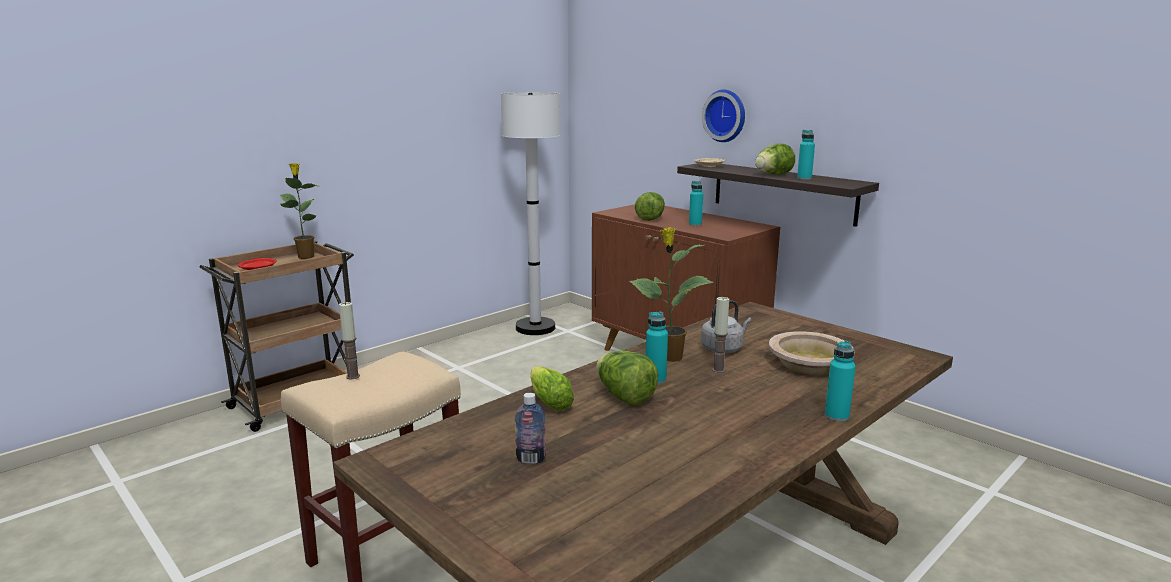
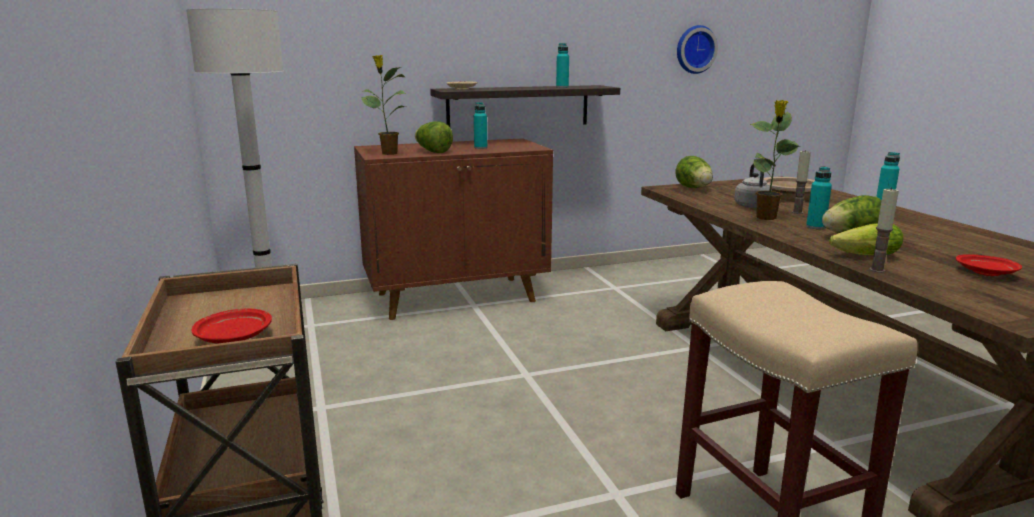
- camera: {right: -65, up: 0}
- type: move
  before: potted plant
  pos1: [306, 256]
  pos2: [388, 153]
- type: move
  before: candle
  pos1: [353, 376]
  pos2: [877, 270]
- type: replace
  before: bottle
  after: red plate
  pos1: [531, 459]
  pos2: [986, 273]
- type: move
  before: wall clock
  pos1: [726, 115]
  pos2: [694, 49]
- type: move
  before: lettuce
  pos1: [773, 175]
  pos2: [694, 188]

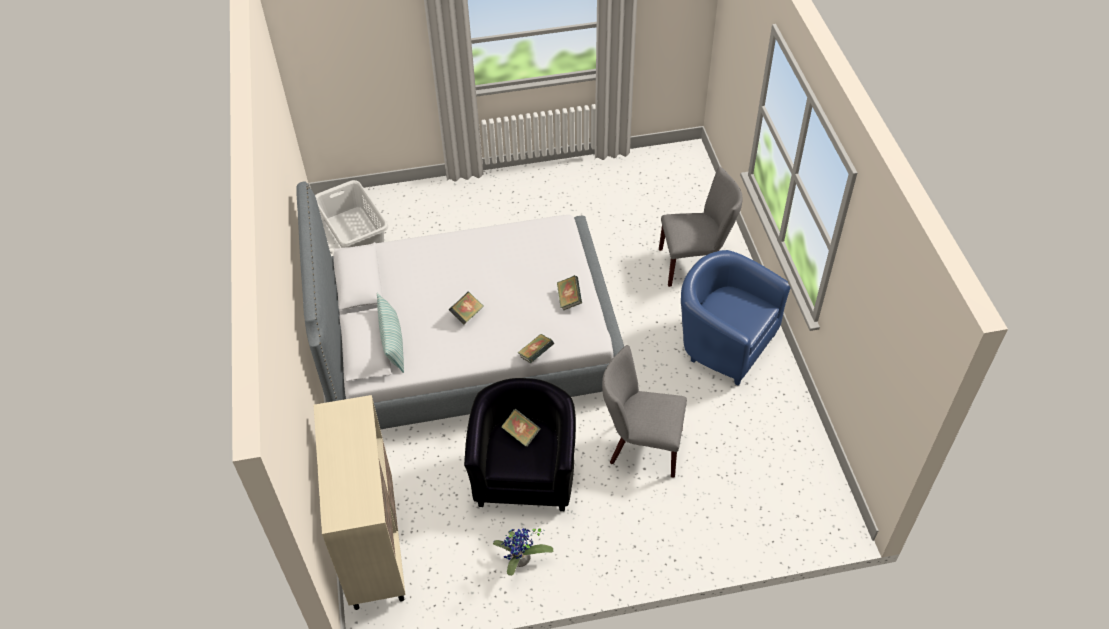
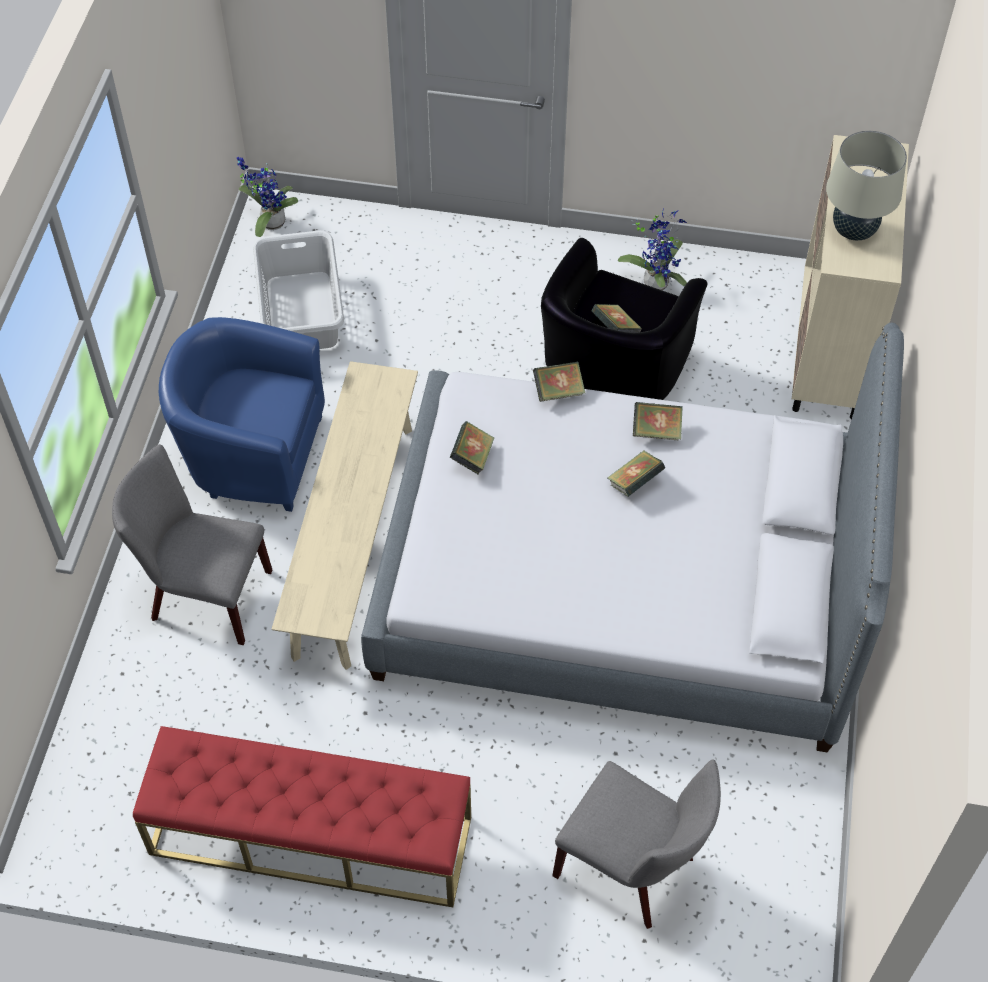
- camera: {right: -160, up: 5}
- type: move
  before: grey laundry basket
  pos1: [355, 232]
  pos2: [301, 313]
- type: delete
  before: pillow
  pos1: [393, 343]
- type: move
  before: grey chair
  pos1: [640, 446]
  pos2: [632, 869]
- type: rotate
  before: blue armchair
  pos1: [724, 343]
  pos2: [252, 454]
  turn: 135
- type: insert
  after: red bench
  pos2: [310, 836]
- type: insert
  after: potted plant
  pos2: [270, 222]
- type: insert
  after: beige bench
  pos2: [354, 539]
- type: insert
  after: book
  pos2: [656, 431]
- type: insert
  after: beige table lamp
  pos2: [853, 230]

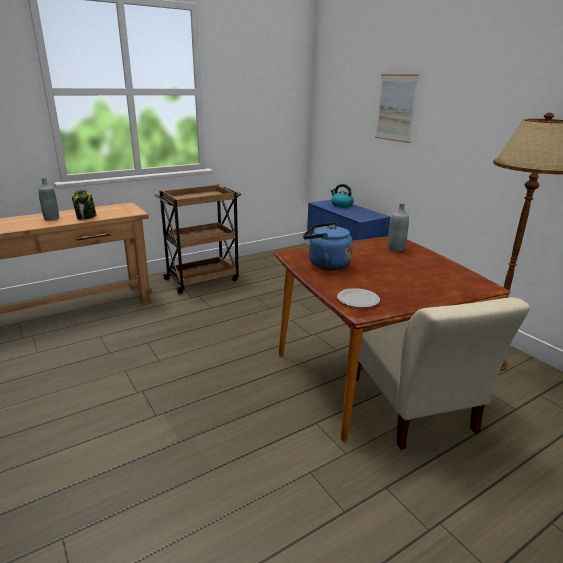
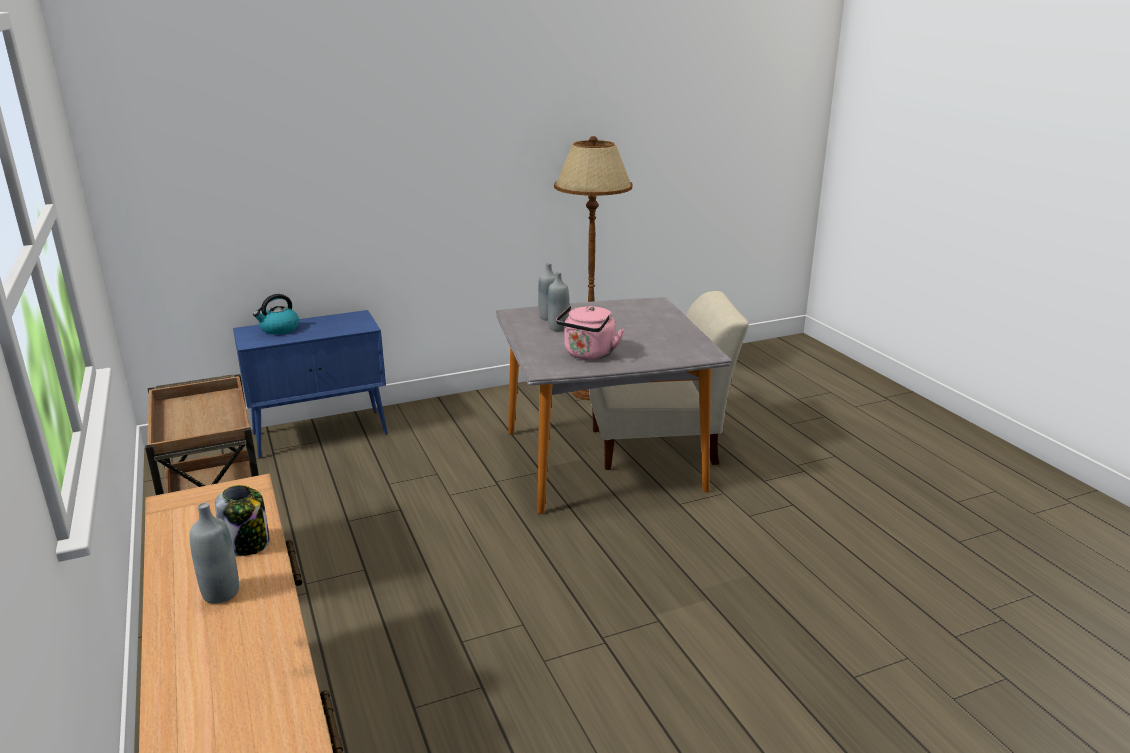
- camera: {right: -80, up: 0}
- type: recolor
  before: brown dining table
  after: grey dining table
  pos1: [368, 377]
  pos2: [603, 460]
- type: recolor
  before: blue kettle
  after: pink kettle
  pos1: [326, 264]
  pos2: [588, 354]
- type: delete
  before: plate
  pos1: [358, 299]
- type: delete
  before: picture
  pos1: [396, 108]
- type: insert
  after: grey bottle
  pos2: [558, 328]

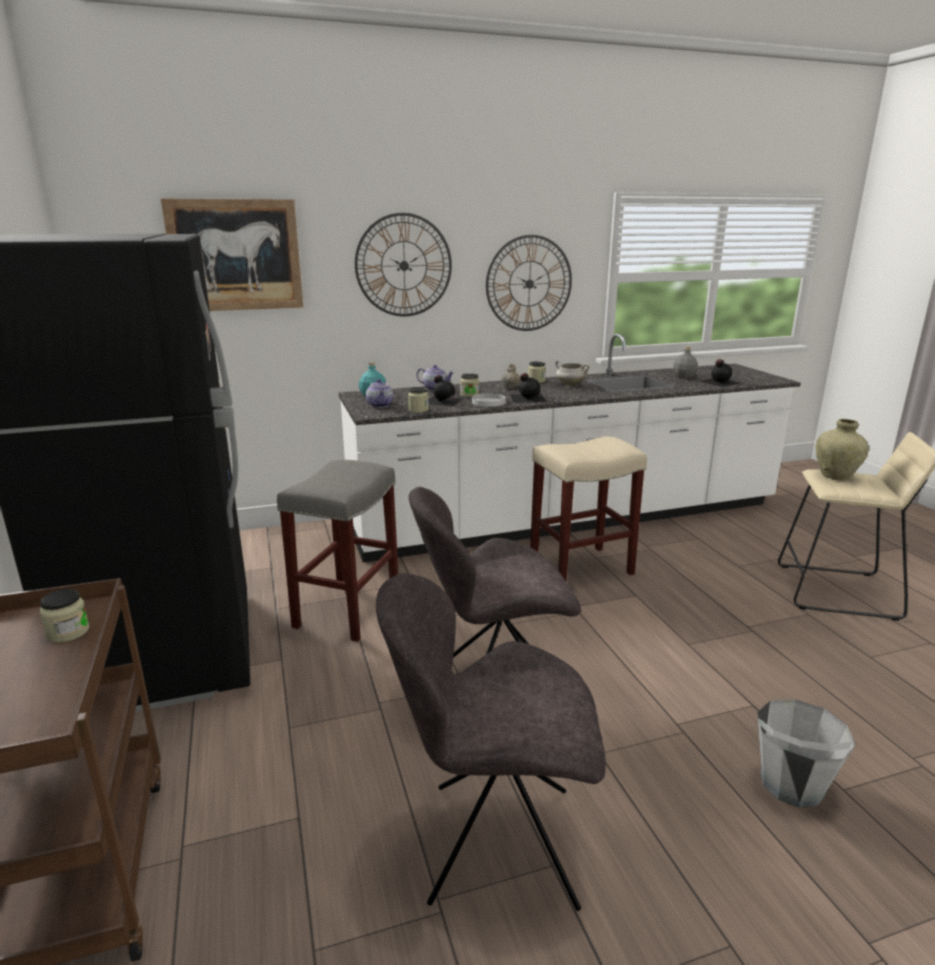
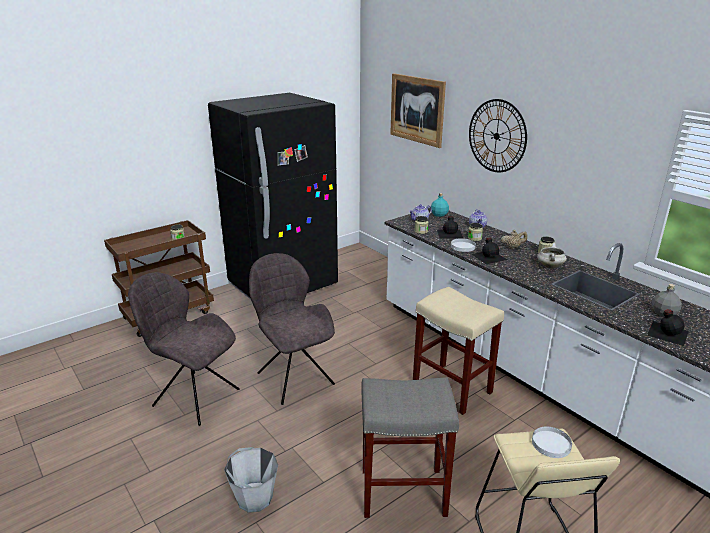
- camera: {right: 70, up: 5}
- type: move
  before: grey stool
  pos1: [347, 609]
  pos2: [404, 491]
- type: rotate
  before: grey chair
  pos1: [494, 842]
  pos2: [194, 396]
  turn: -45
- type: delete
  before: wall clock
  pos1: [529, 283]
- type: replace
  before: beige vase
  after: white plate
  pos1: [835, 476]
  pos2: [551, 444]

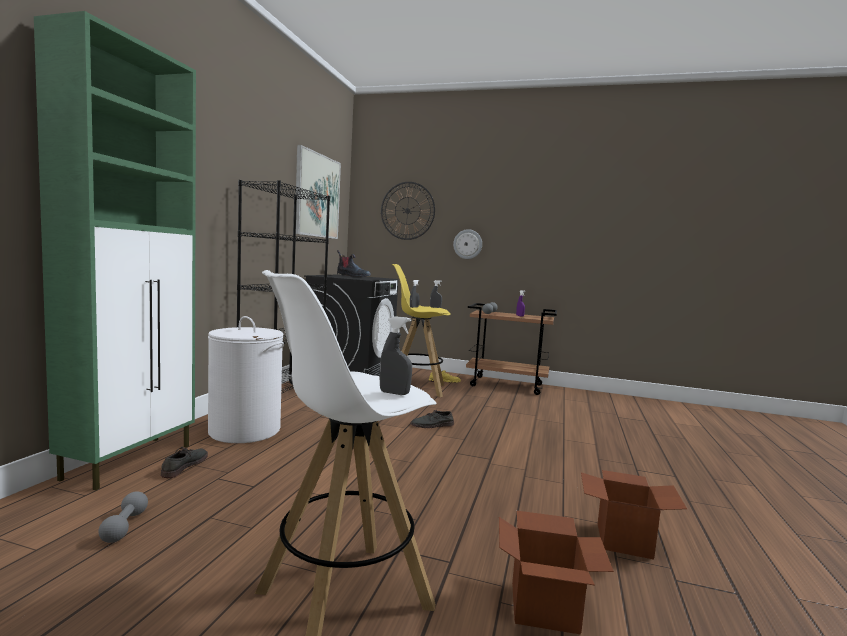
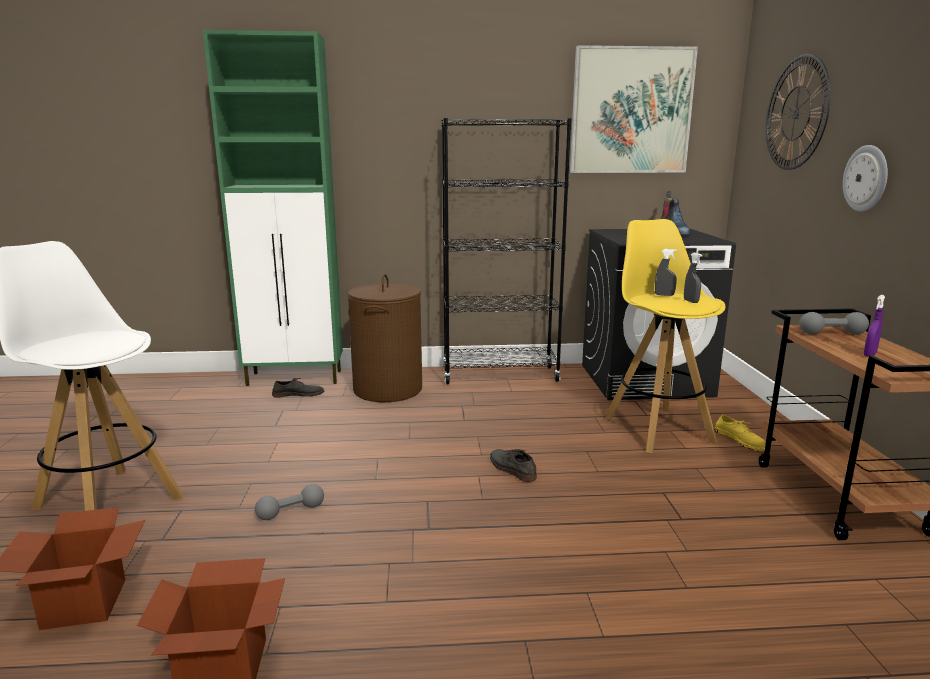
- camera: {right: 70, up: 10}
- type: move
  before: grey dumbbell
  pos1: [124, 526]
  pos2: [291, 512]
- type: recolor
  before: white laundry basket
  after: brown laundry basket
  pos1: [245, 430]
  pos2: [388, 389]
- type: delete
  before: grey spray bottle
  pos1: [394, 393]

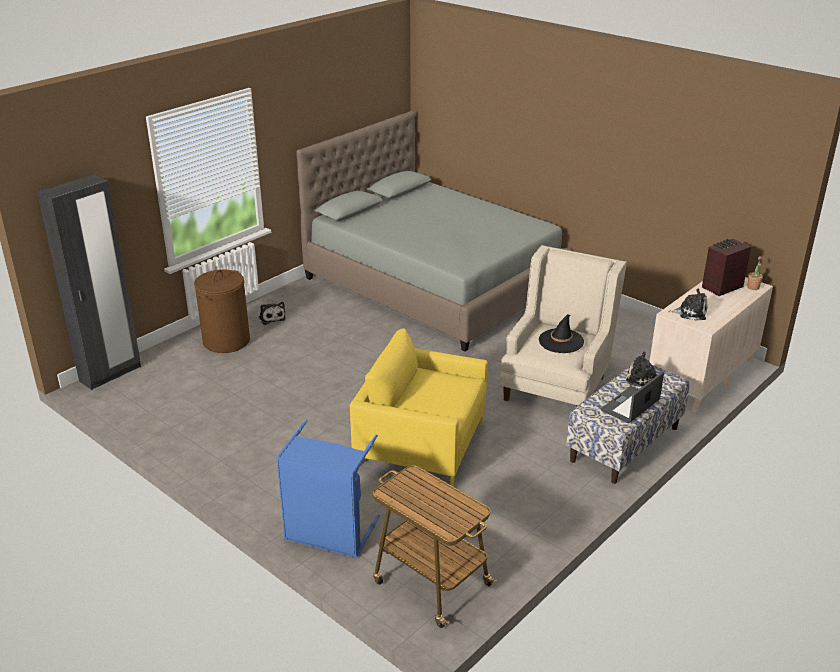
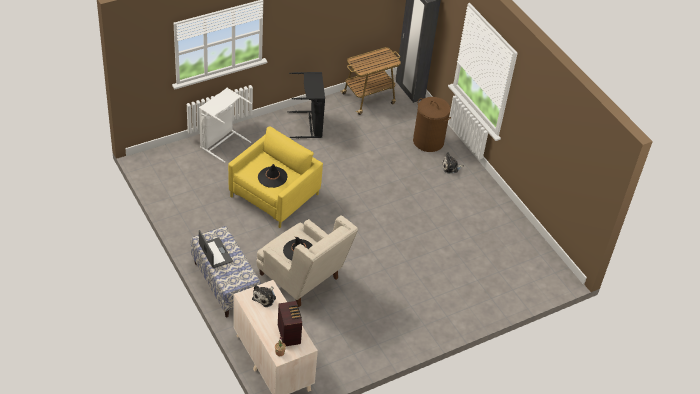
- camera: {right: 105, up: 15}
- type: recolor
  before: blue laundry basket
  after: white laundry basket
  pos1: [328, 535]
  pos2: [222, 142]
- type: delete
  before: grey bed
  pos1: [434, 283]
- type: move
  before: cart
  pos1: [430, 582]
  pos2: [369, 98]
- type: delete
  before: plush toy
  pos1: [643, 380]
- type: insert
  after: black hat
  pos2: [272, 177]
- type: insert
  after: black laundry basket
  pos2: [309, 125]

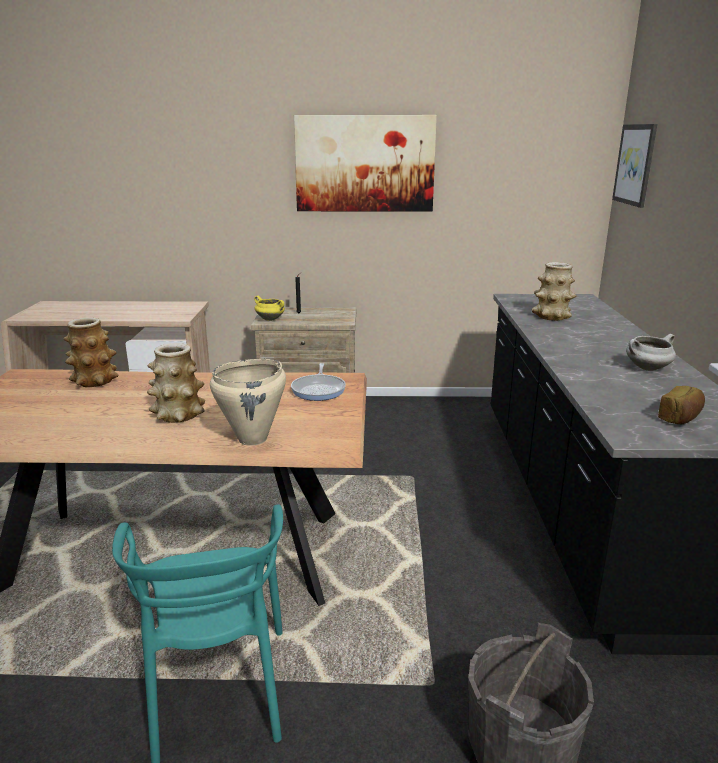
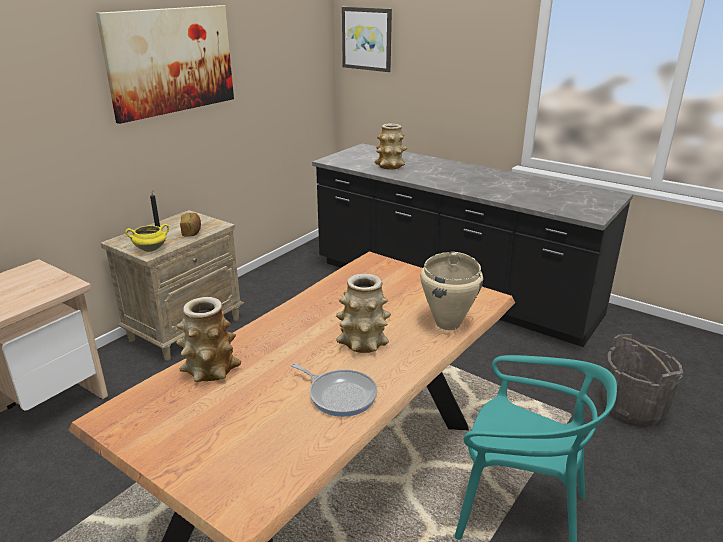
- camera: {right: -55, up: 5}
- type: move
  before: frying pan
  pos1: [319, 390]
  pos2: [340, 395]
- type: delete
  before: white cooking pot
  pos1: [647, 368]
- type: move
  before: bread
  pos1: [680, 418]
  pos2: [192, 232]

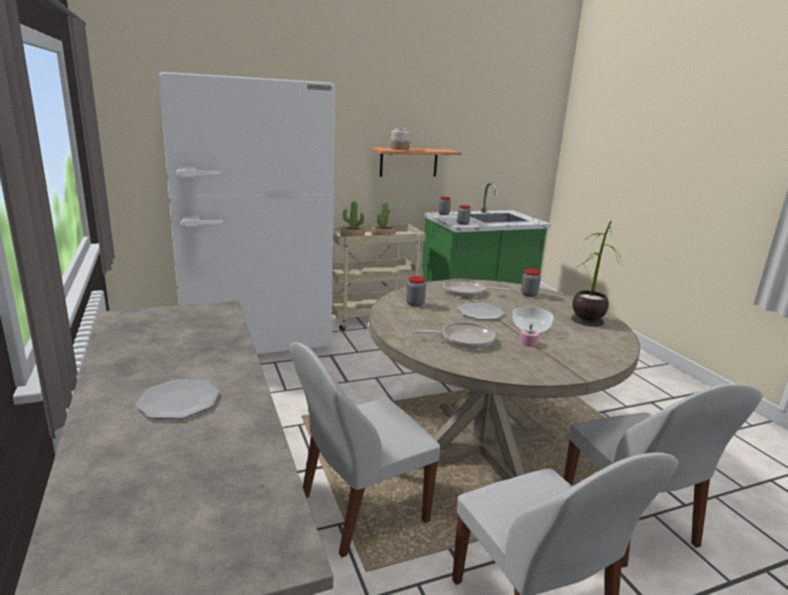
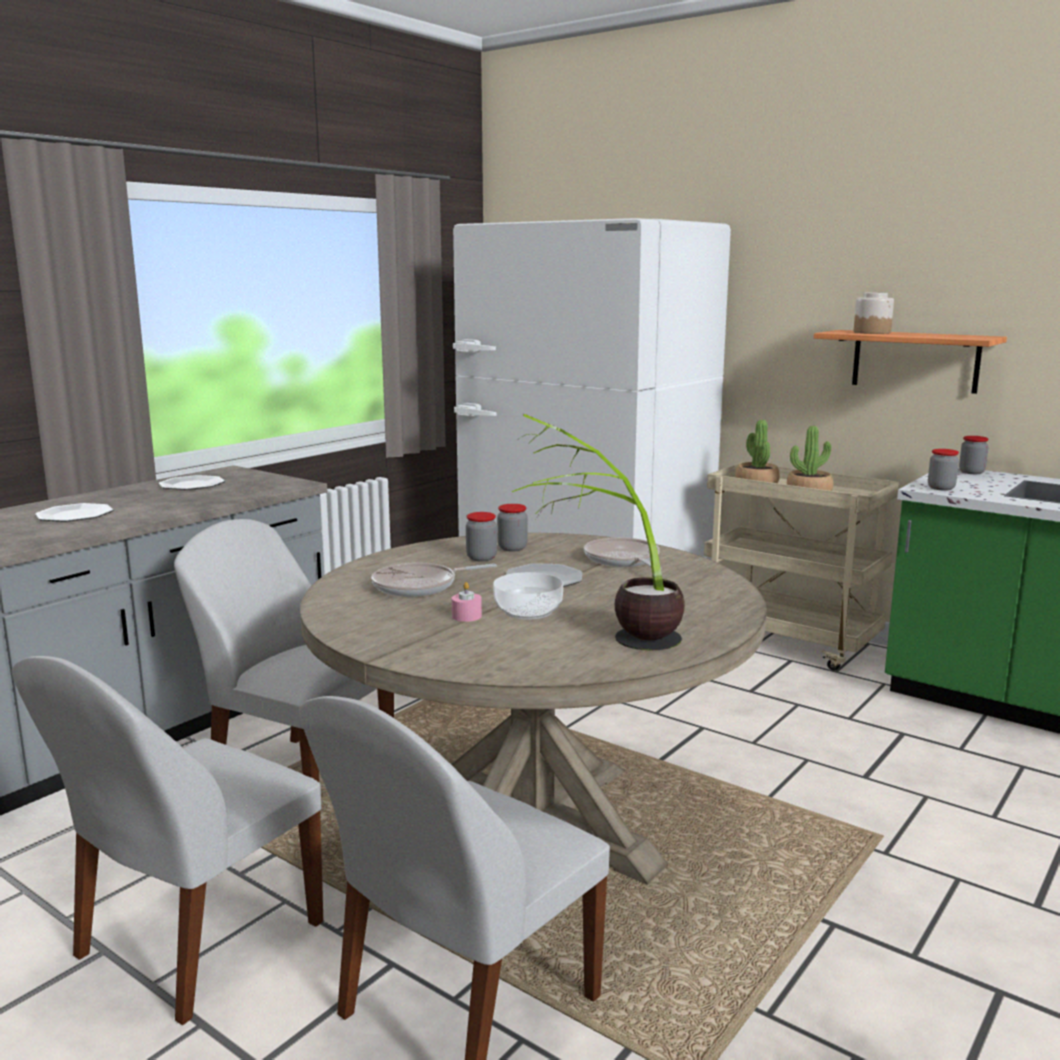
- camera: {right: 60, up: -5}
- type: rotate
  before: frying pan
  pos1: [463, 339]
  pos2: [420, 586]
  turn: 105
- type: move
  before: jar
  pos1: [529, 294]
  pos2: [481, 558]
- type: insert
  after: plate
  pos2: [192, 485]

